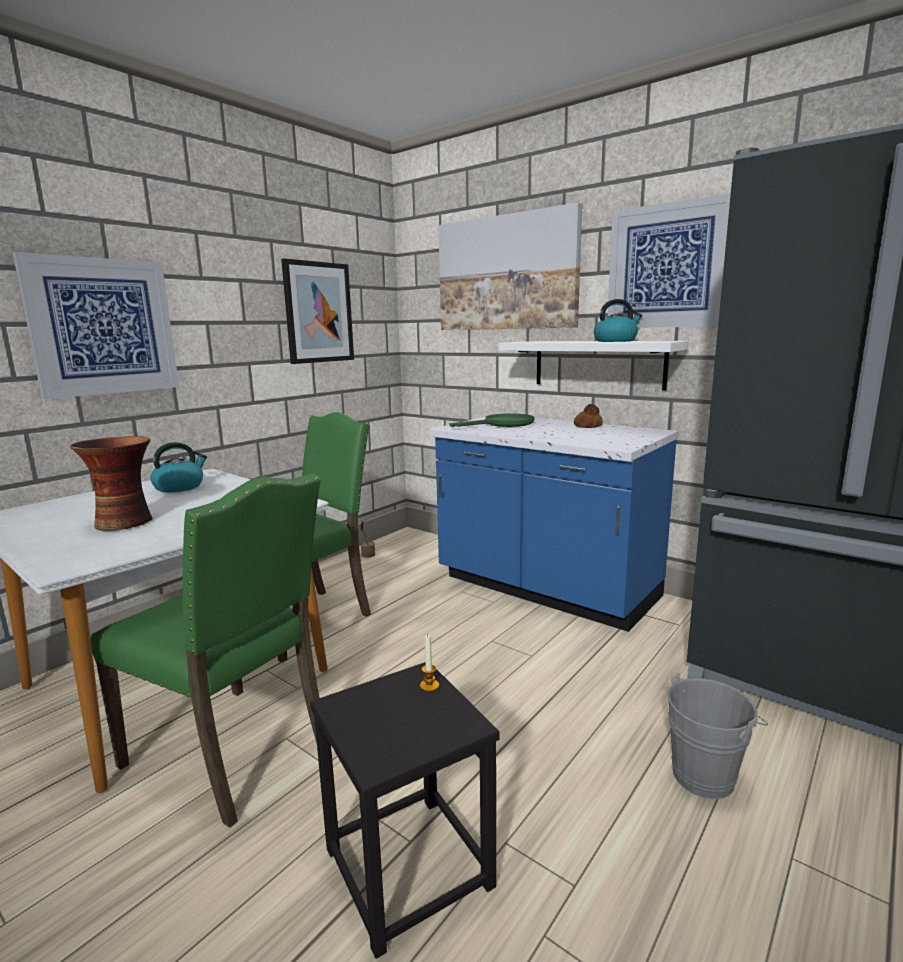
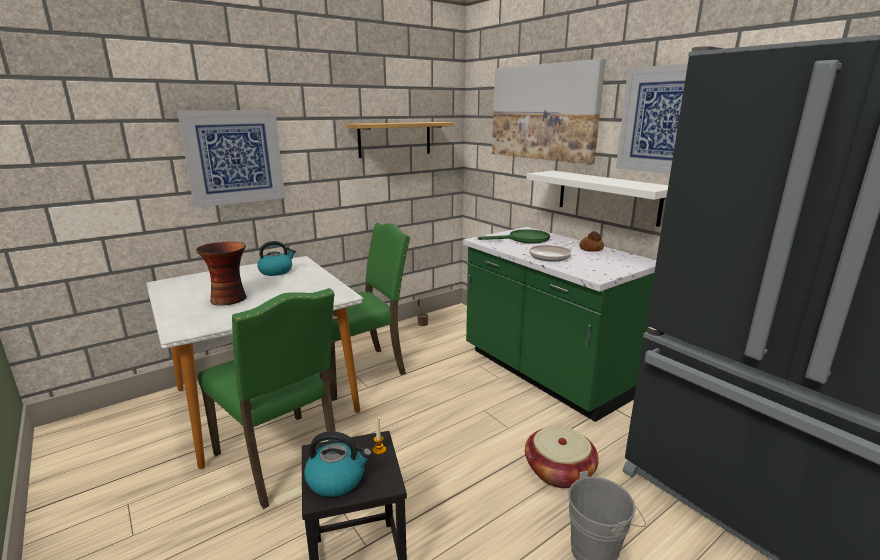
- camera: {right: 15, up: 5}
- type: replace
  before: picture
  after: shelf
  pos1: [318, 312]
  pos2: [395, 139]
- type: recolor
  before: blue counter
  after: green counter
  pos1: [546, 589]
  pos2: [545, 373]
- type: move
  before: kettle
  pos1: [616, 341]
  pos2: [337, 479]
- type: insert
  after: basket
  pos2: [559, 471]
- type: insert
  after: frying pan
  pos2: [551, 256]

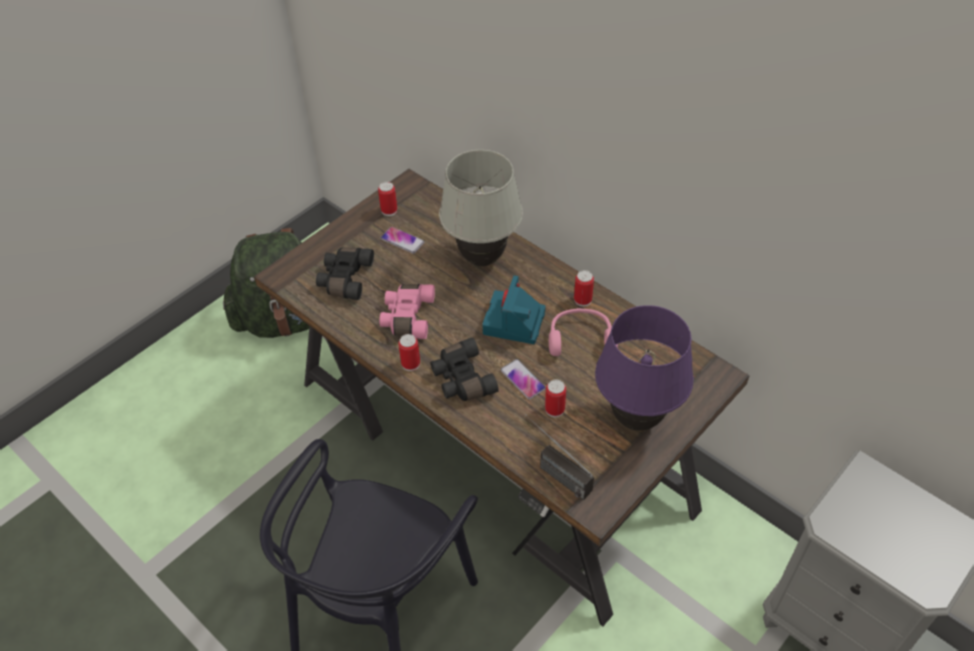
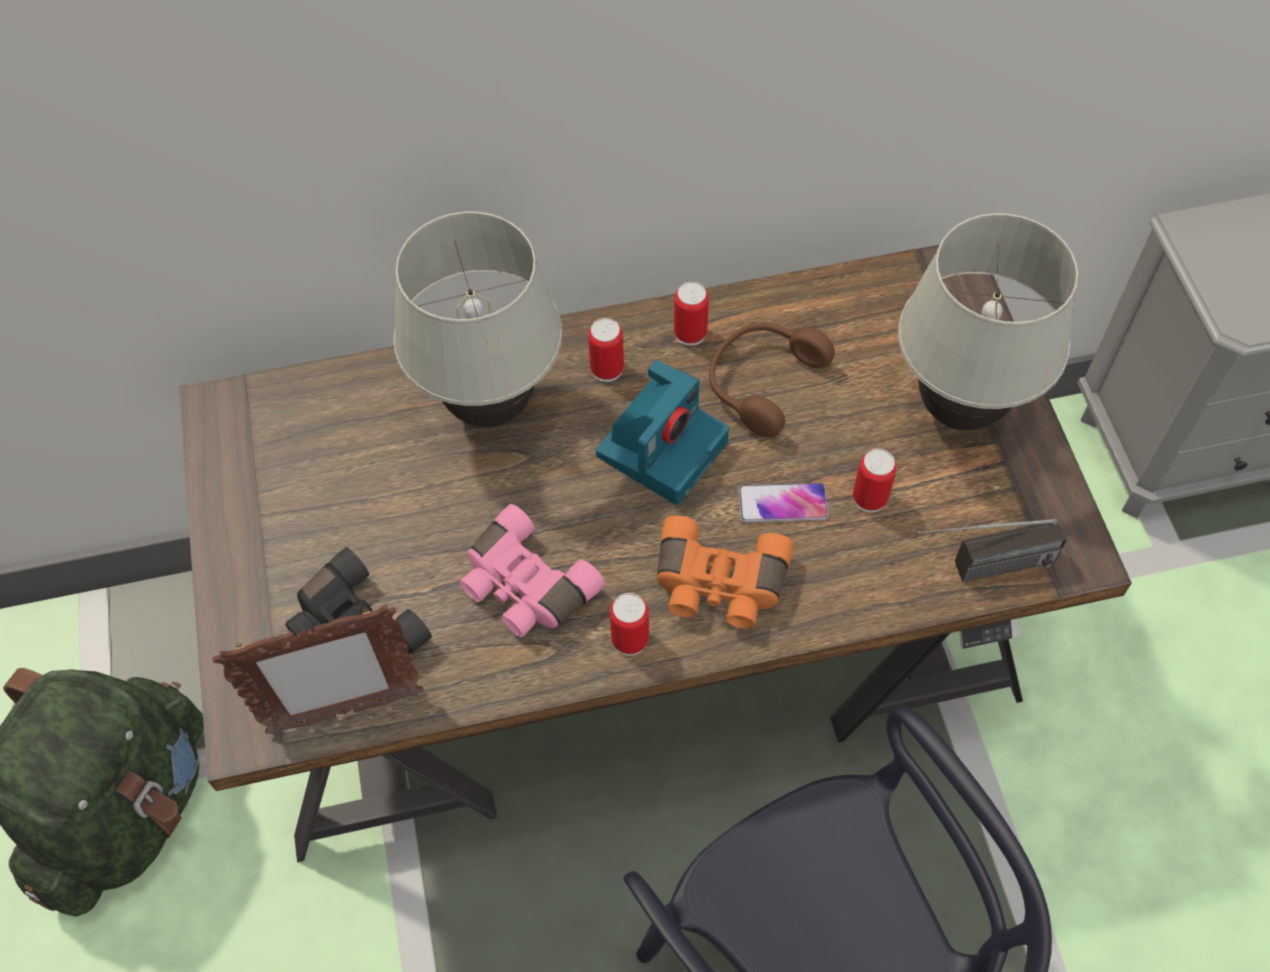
- camera: {right: -55, up: 10}
- type: move
  before: can
  pos1: [389, 210]
  pos2: [607, 369]
- type: delete
  before: phone
  pos1: [402, 240]
- type: recolor
  before: black binoculars
  after: orange binoculars
  pos1: [461, 379]
  pos2: [718, 585]
- type: rotate
  before: photo camera
  pos1: [514, 323]
  pos2: [662, 446]
  turn: -105
- type: recolor
  before: pink headphones
  after: brown headphones
  pos1: [580, 338]
  pos2: [761, 382]
- type: recolor
  before: purple table lamp
  after: white table lamp
  pos1: [636, 418]
  pos2: [958, 410]
- type: insert
  after: picture frame
  pos2: [344, 712]

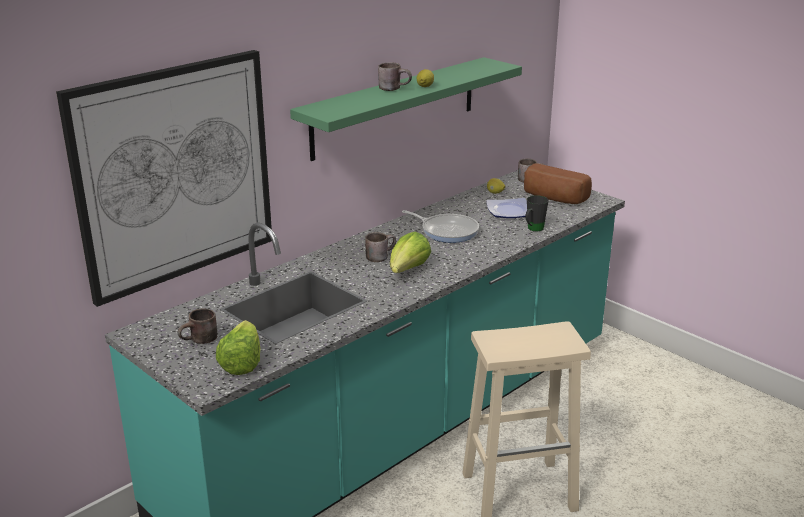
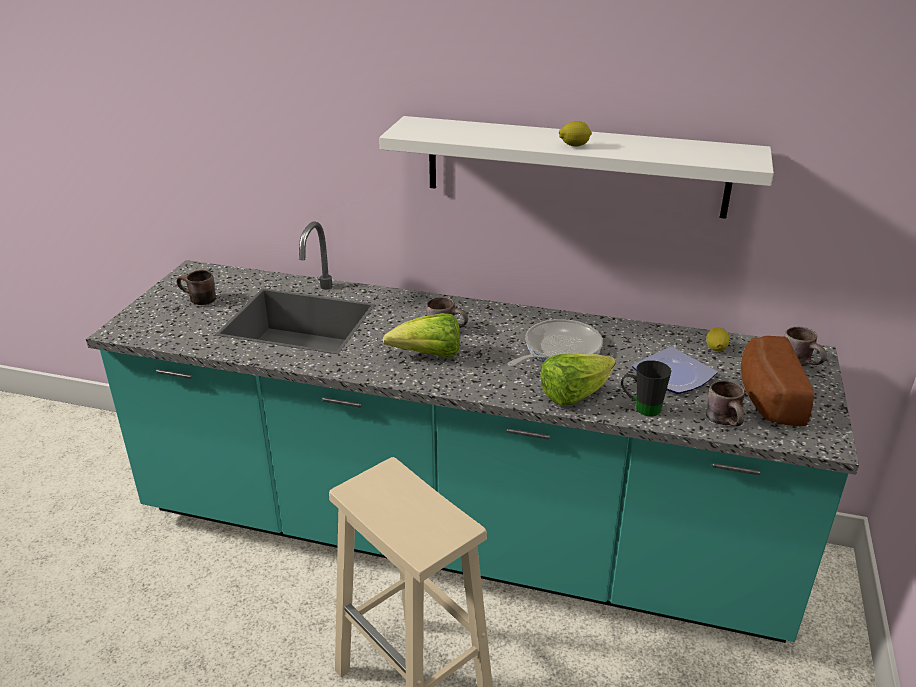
- camera: {right: 60, up: 5}
- type: delete
  before: picture
  pos1: [175, 174]
- type: move
  before: lettuce
  pos1: [242, 363]
  pos2: [574, 394]
- type: recolor
  before: green shelf
  after: white shelf
  pos1: [395, 107]
  pos2: [575, 166]
- type: move
  before: brown mug
  pos1: [394, 88]
  pos2: [727, 421]
- type: rotate
  before: frying pan
  pos1: [447, 231]
  pos2: [558, 349]
  turn: -135

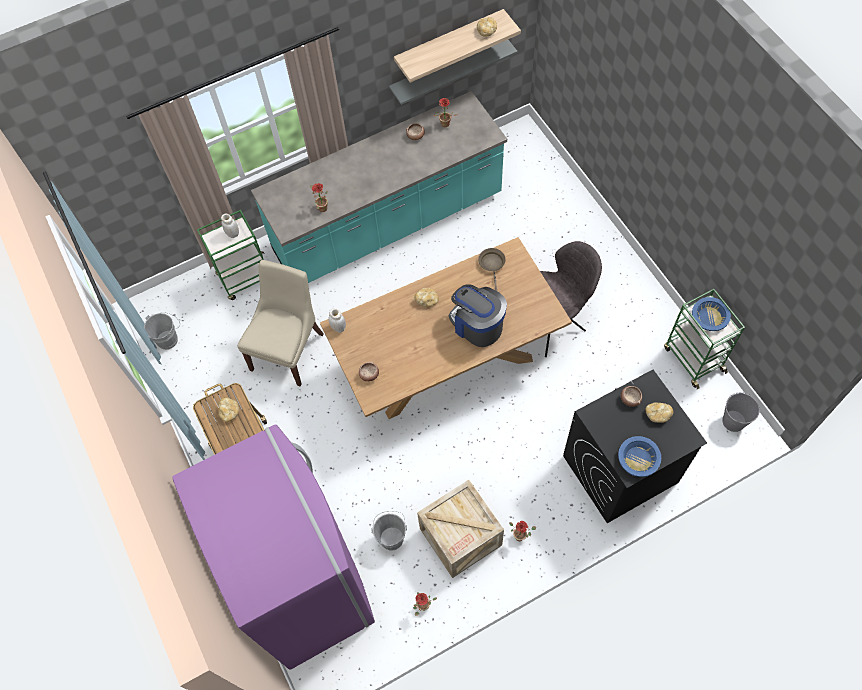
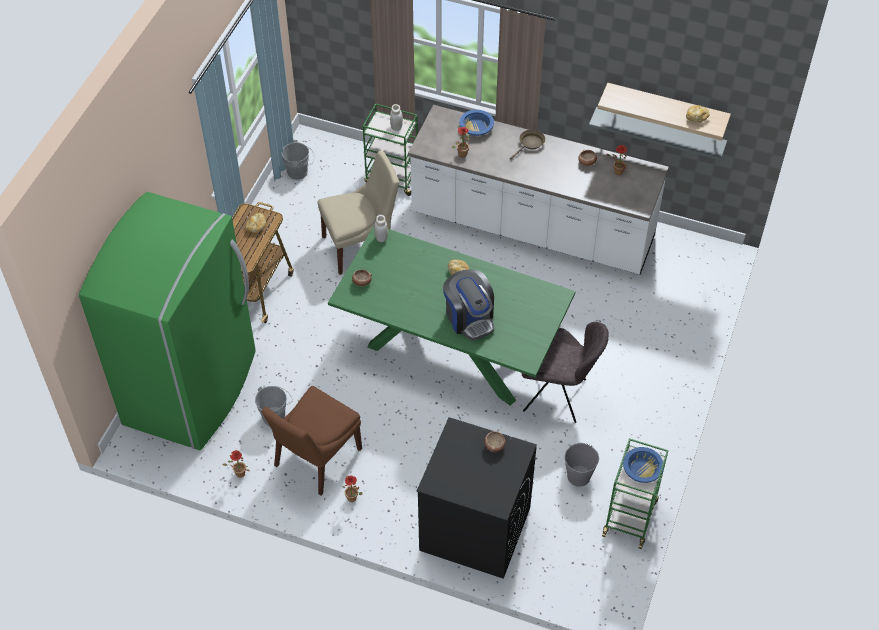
- camera: {right: 45, up: -10}
- type: recolor
  before: purple fridge
  after: green fridge
  pos1: [305, 583]
  pos2: [192, 388]
- type: recolor
  before: turquoise counter
  after: white counter
  pos1: [388, 224]
  pos2: [532, 228]
- type: recolor
  before: brown dining table
  after: green dining table
  pos1: [447, 363]
  pos2: [450, 351]
- type: replace
  before: crate
  after: brown chair
  pos1: [460, 536]
  pos2: [316, 459]
- type: rotate
  before: coffee machine
  pos1: [477, 325]
  pos2: [469, 318]
  turn: 150
- type: move
  before: brown frying pan
  pos1: [492, 265]
  pos2: [530, 144]
- type: move
  before: blue bowl
  pos1: [638, 459]
  pos2: [476, 127]
- type: delete
  before: bread
  pos1: [657, 414]
- type: move
  before: grey bucket
  pos1: [733, 421]
  pos2: [578, 476]

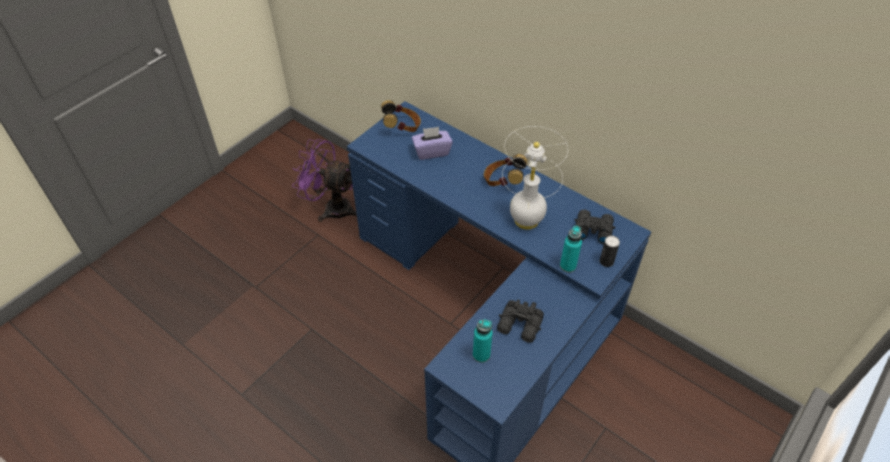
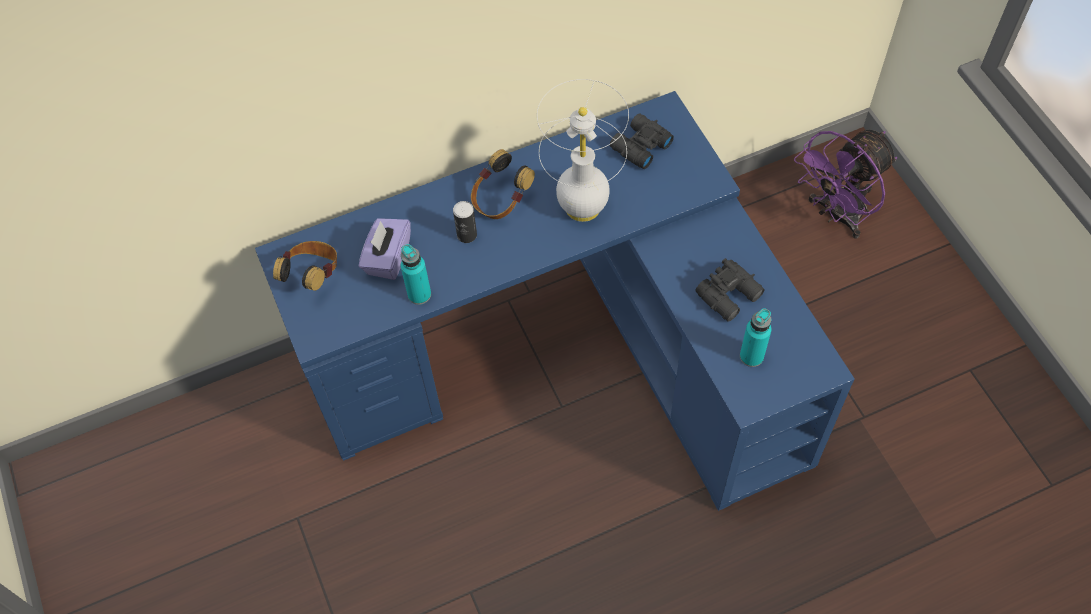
- camera: {right: -60, up: 10}
- type: move
  before: purple fan
  pos1: [331, 208]
  pos2: [836, 215]
- type: move
  before: turquoise bottle
  pos1: [568, 266]
  pos2: [419, 294]
- type: move
  before: can
  pos1: [606, 261]
  pos2: [467, 235]

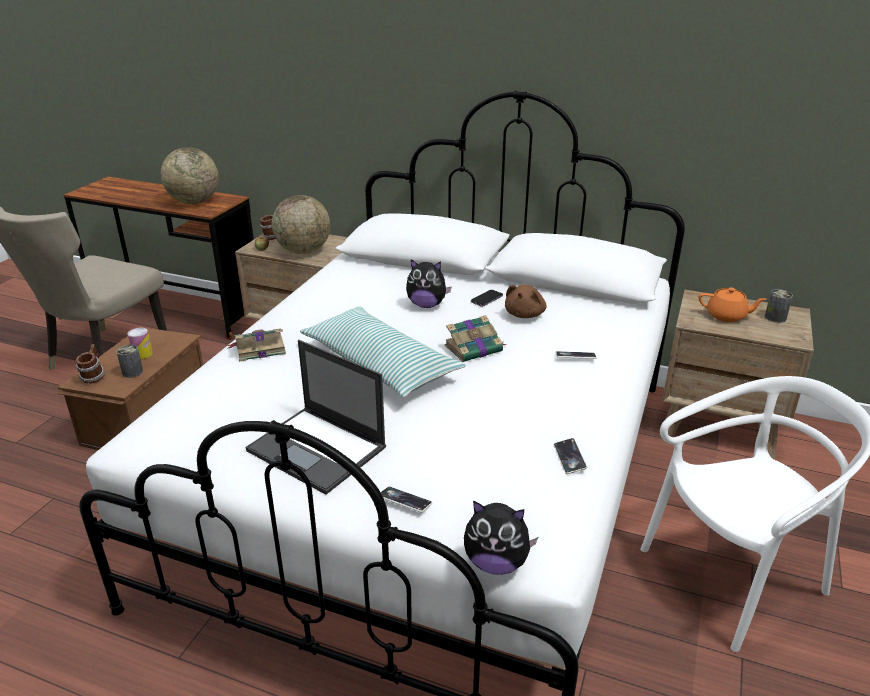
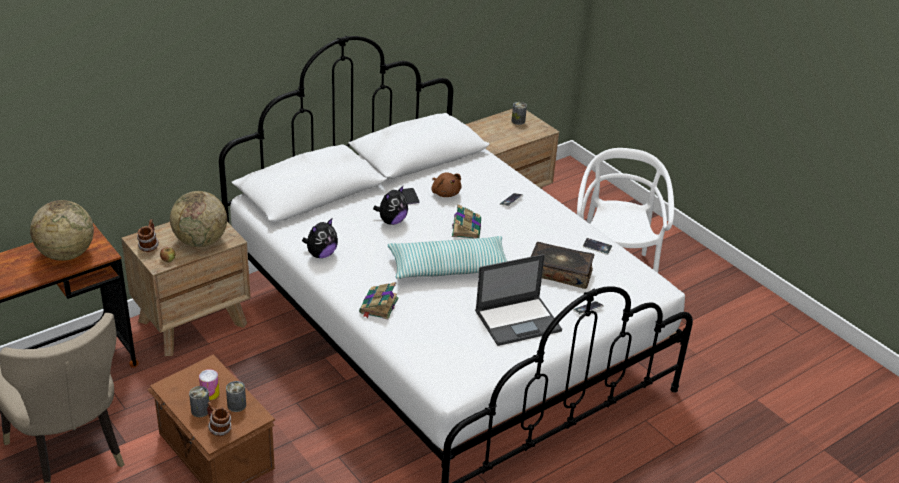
- camera: {right: -60, up: 5}
- type: move
  before: plush toy
  pos1: [496, 563]
  pos2: [321, 254]
- type: delete
  before: orange teapot
  pos1: [727, 316]
- type: insert
  after: can
  pos2: [200, 410]
- type: insert
  after: book
  pos2: [560, 272]

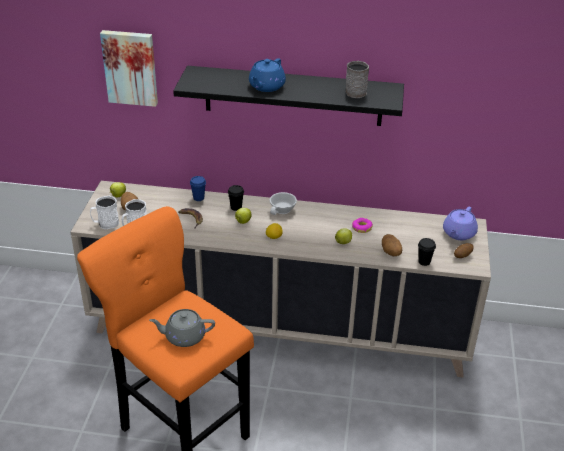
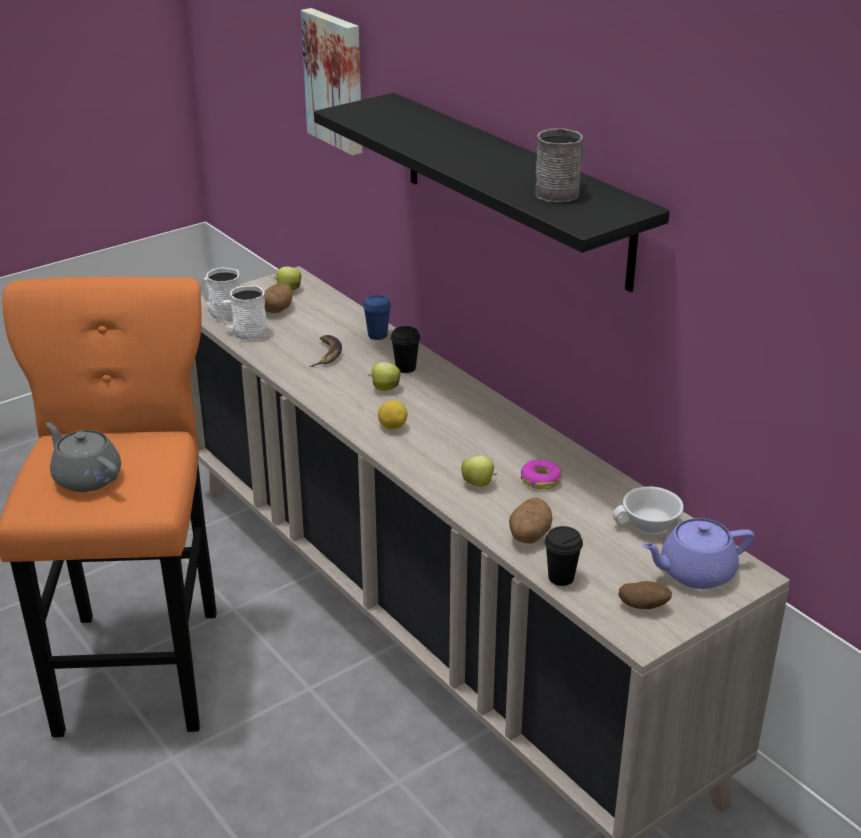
- camera: {right: 45, up: -5}
- type: delete
  before: blue teapot
  pos1: [266, 86]
- type: move
  before: white cup
  pos1: [283, 210]
  pos2: [649, 526]

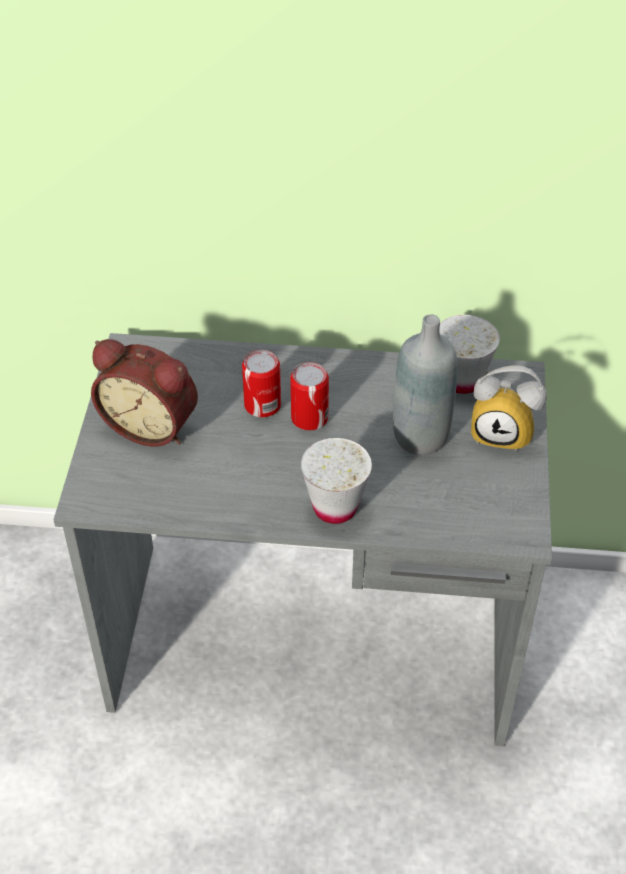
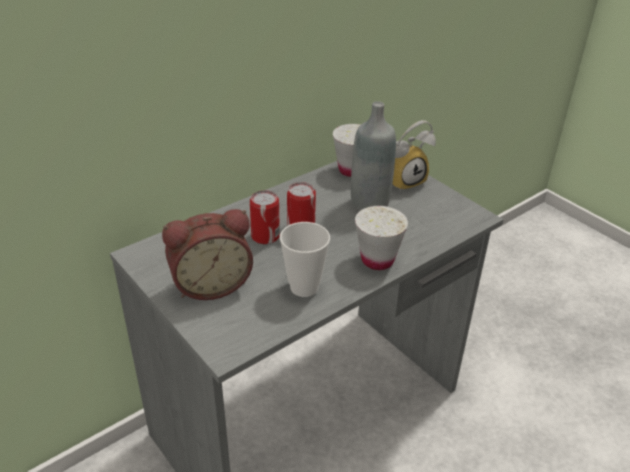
- camera: {right: -45, up: -10}
- type: insert
  after: cup
  pos2: [304, 287]

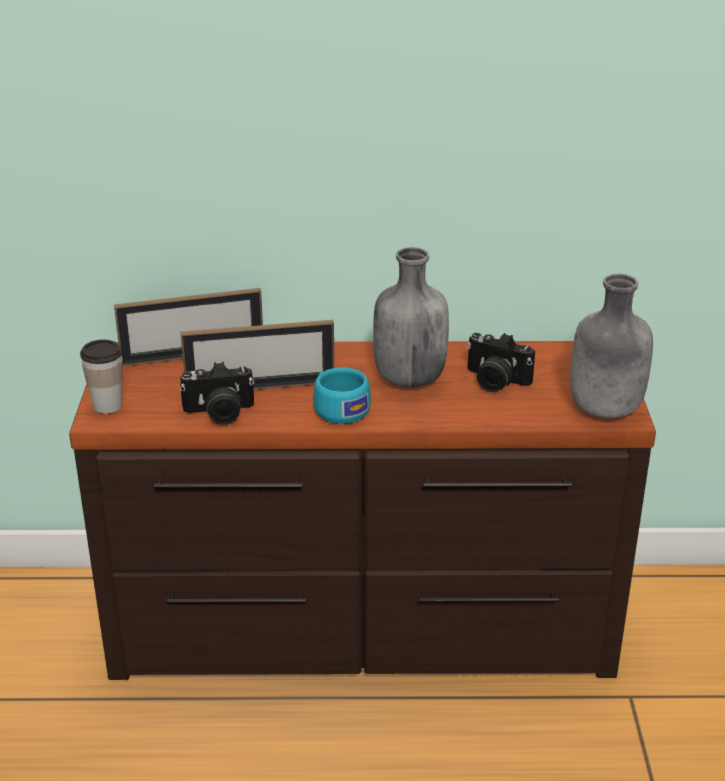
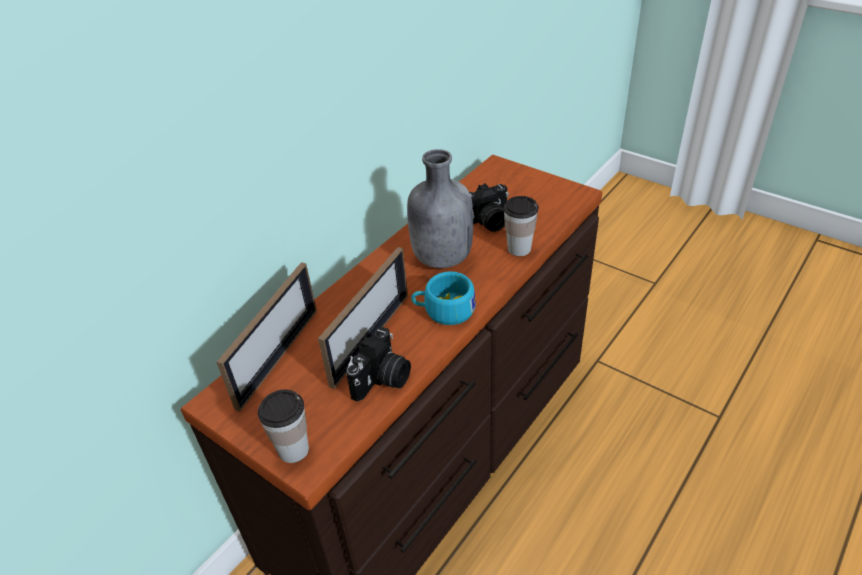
- camera: {right: -50, up: 10}
- type: delete
  before: grey bottle
  pos1: [604, 410]
- type: insert
  after: cup
  pos2: [519, 249]

